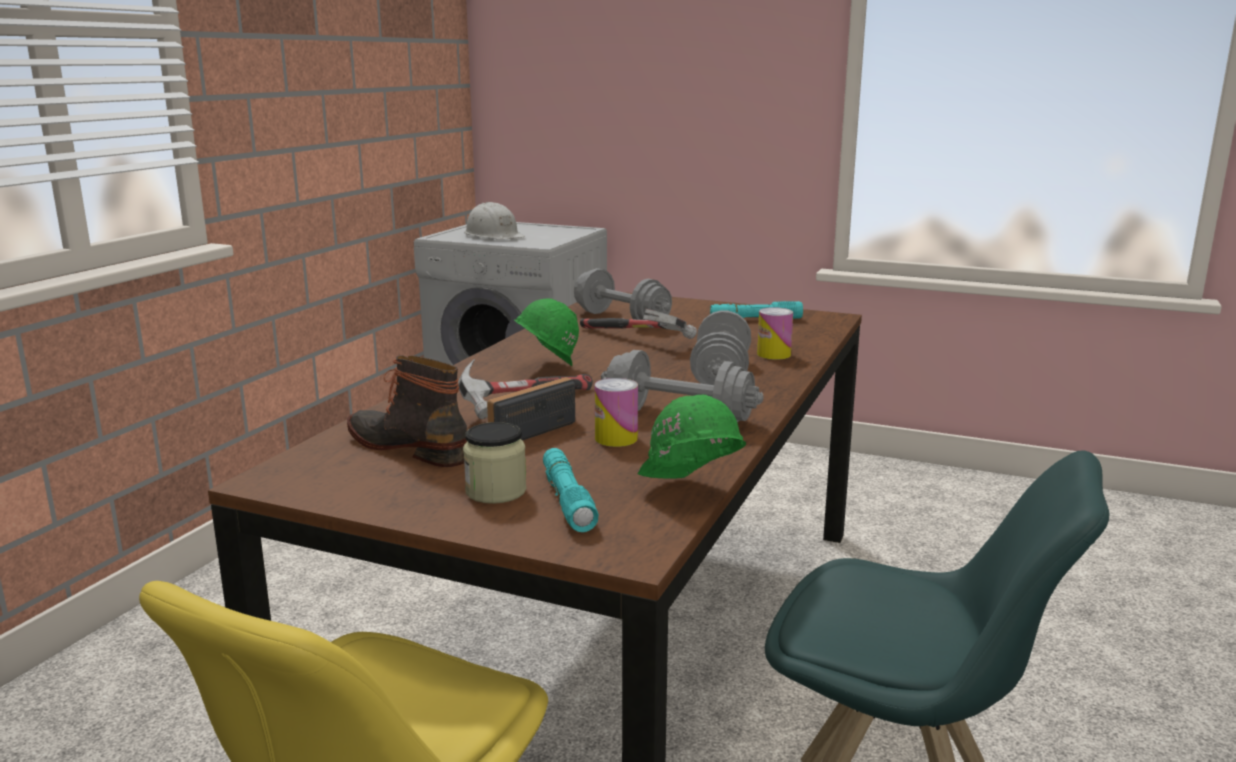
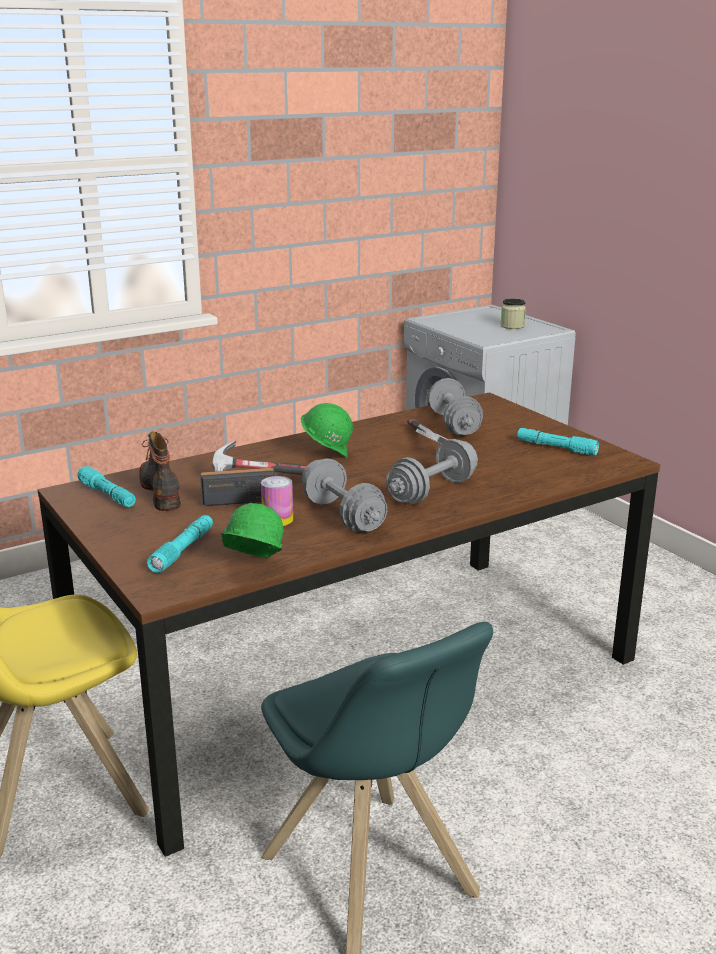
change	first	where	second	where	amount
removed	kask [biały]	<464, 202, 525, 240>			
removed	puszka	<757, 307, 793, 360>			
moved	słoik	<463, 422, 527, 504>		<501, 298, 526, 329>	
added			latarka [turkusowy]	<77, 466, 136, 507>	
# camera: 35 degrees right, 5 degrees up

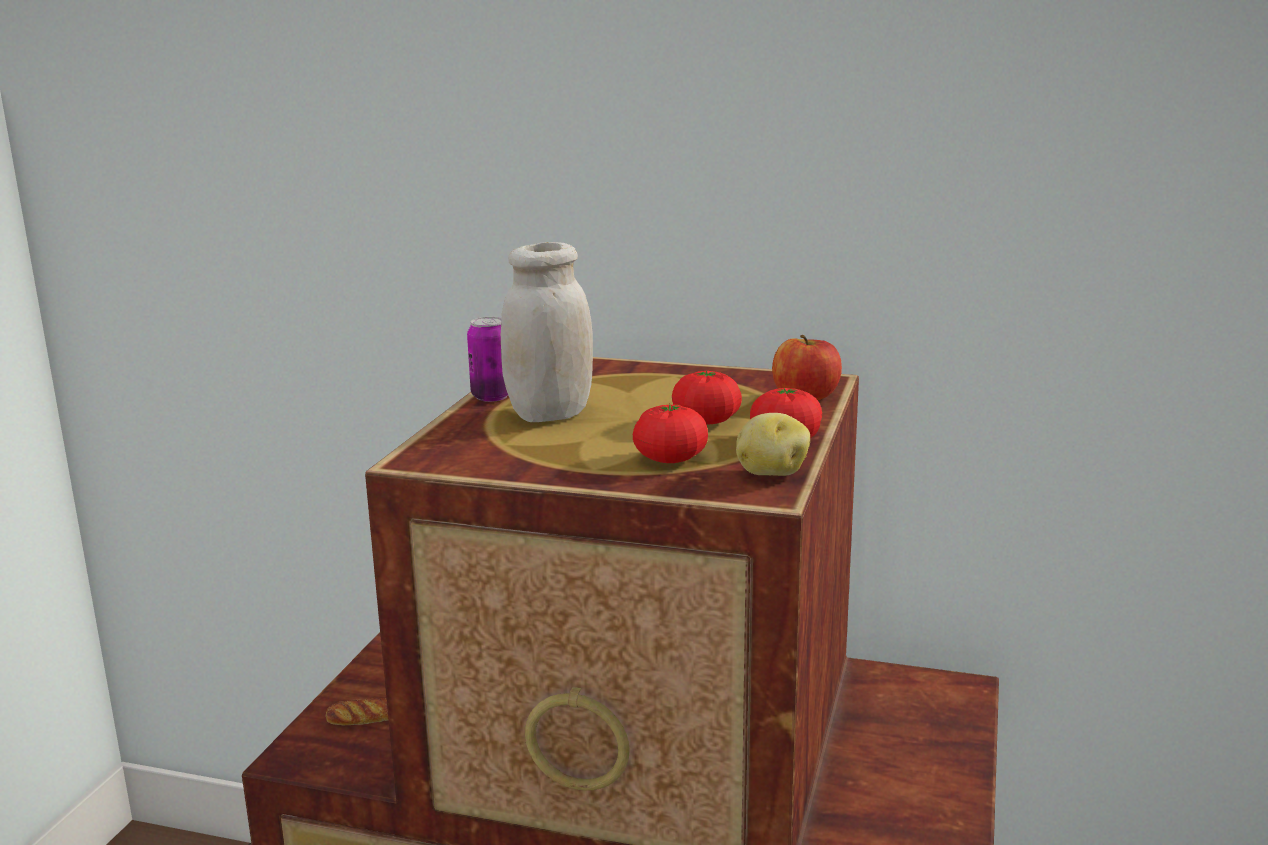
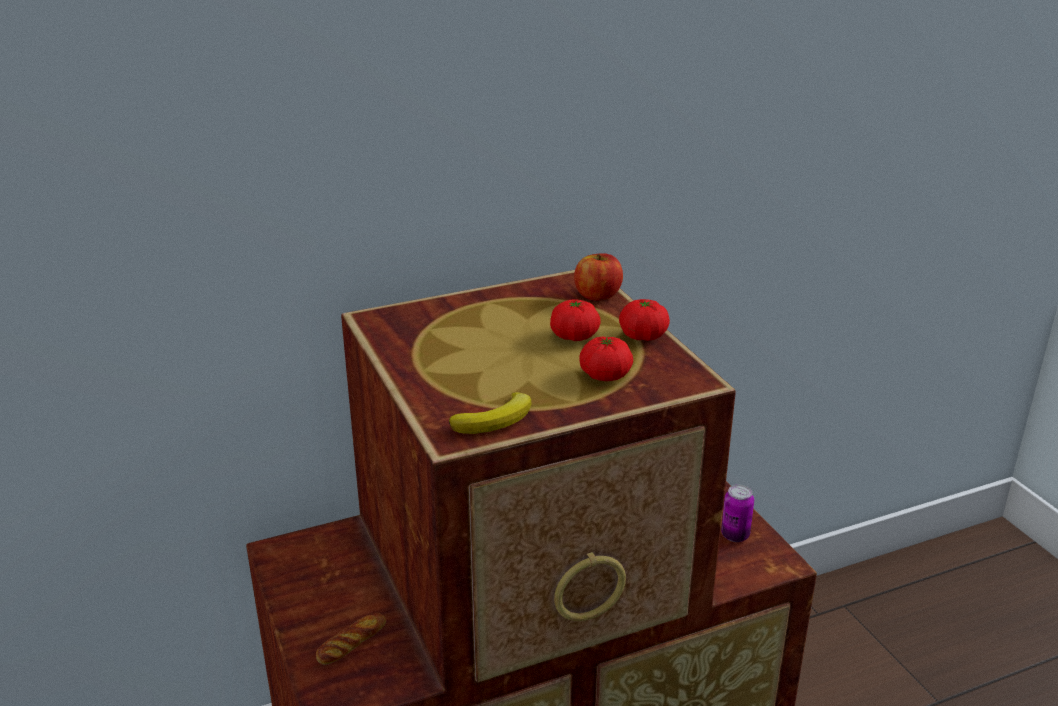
change	first	where	second	where	amount
removed	słoik [biały]	<501, 242, 593, 422>			
moved	puszka	<467, 317, 508, 402>		<721, 485, 754, 542>	
removed	ziemniak	<736, 413, 810, 476>			
added			banan	<449, 392, 532, 434>	
# camera: 40 degrees left, 10 degrees up

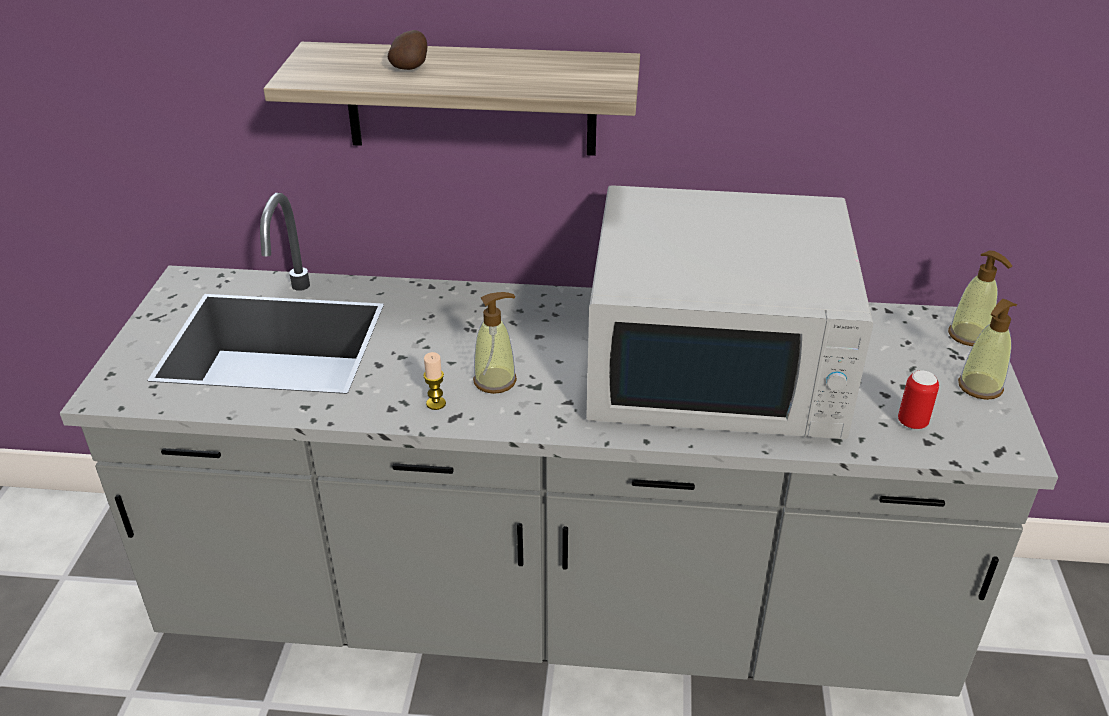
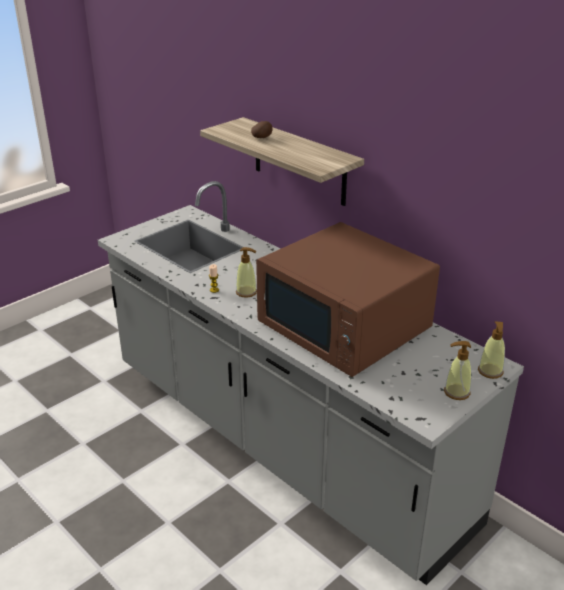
change	first	where	second	where	amount
recoloured	mikrofalówka [biały]	<586, 185, 873, 439>	mikrofalówka [brązowy]	<256, 222, 440, 377>	
removed	puszka	<898, 370, 939, 429>			
# camera: 40 degrees right, 5 degrees down

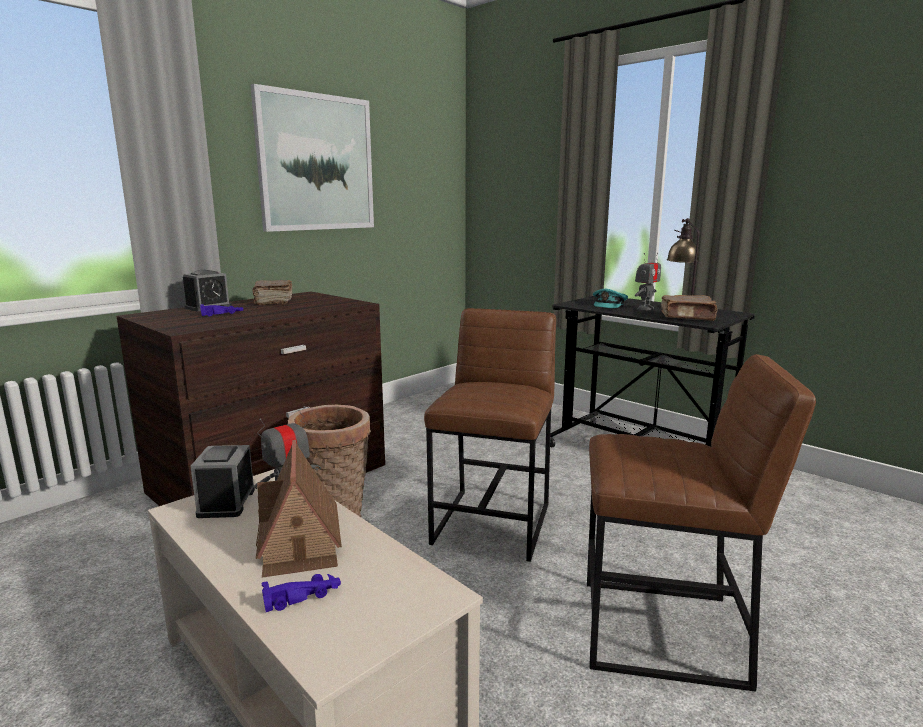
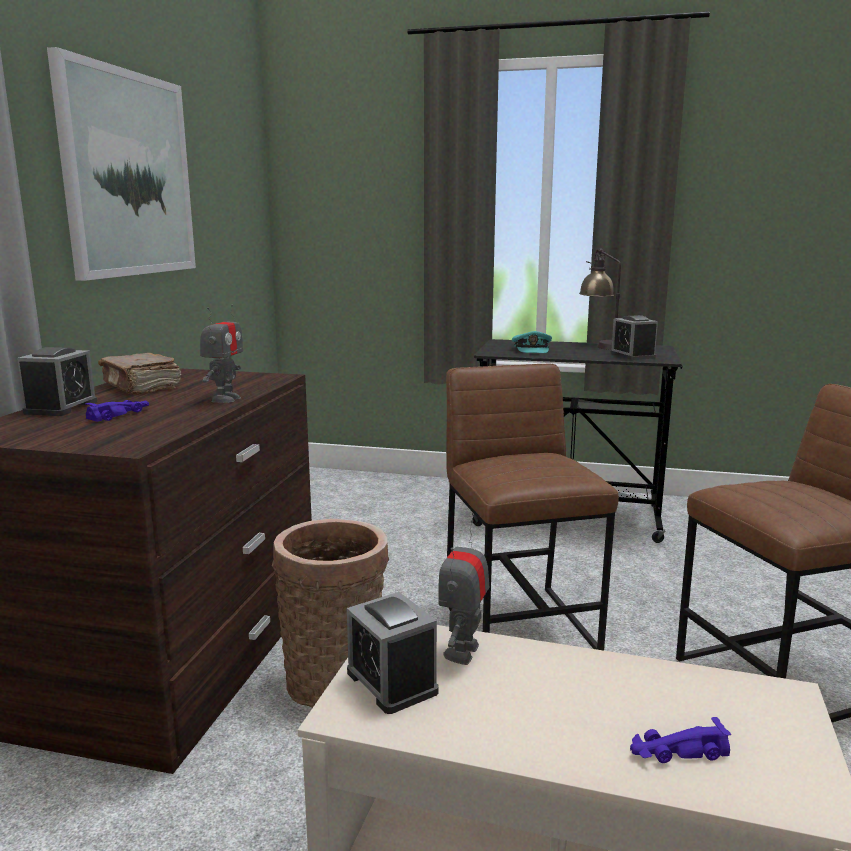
change	first	where	second	where	amount
moved	robot zabawkowy	<635, 253, 661, 310>		<200, 305, 243, 403>	
replaced	książka [brązowy]	<661, 295, 718, 321>	budzik	<610, 315, 658, 360>	
removed	domek	<256, 440, 342, 577>			
turned	samochodzik [fioletowy]	<261, 574, 341, 612>		<630, 717, 731, 763>	135 degrees counterclockwise
# camera: 30 degrees left, 0 degrees up

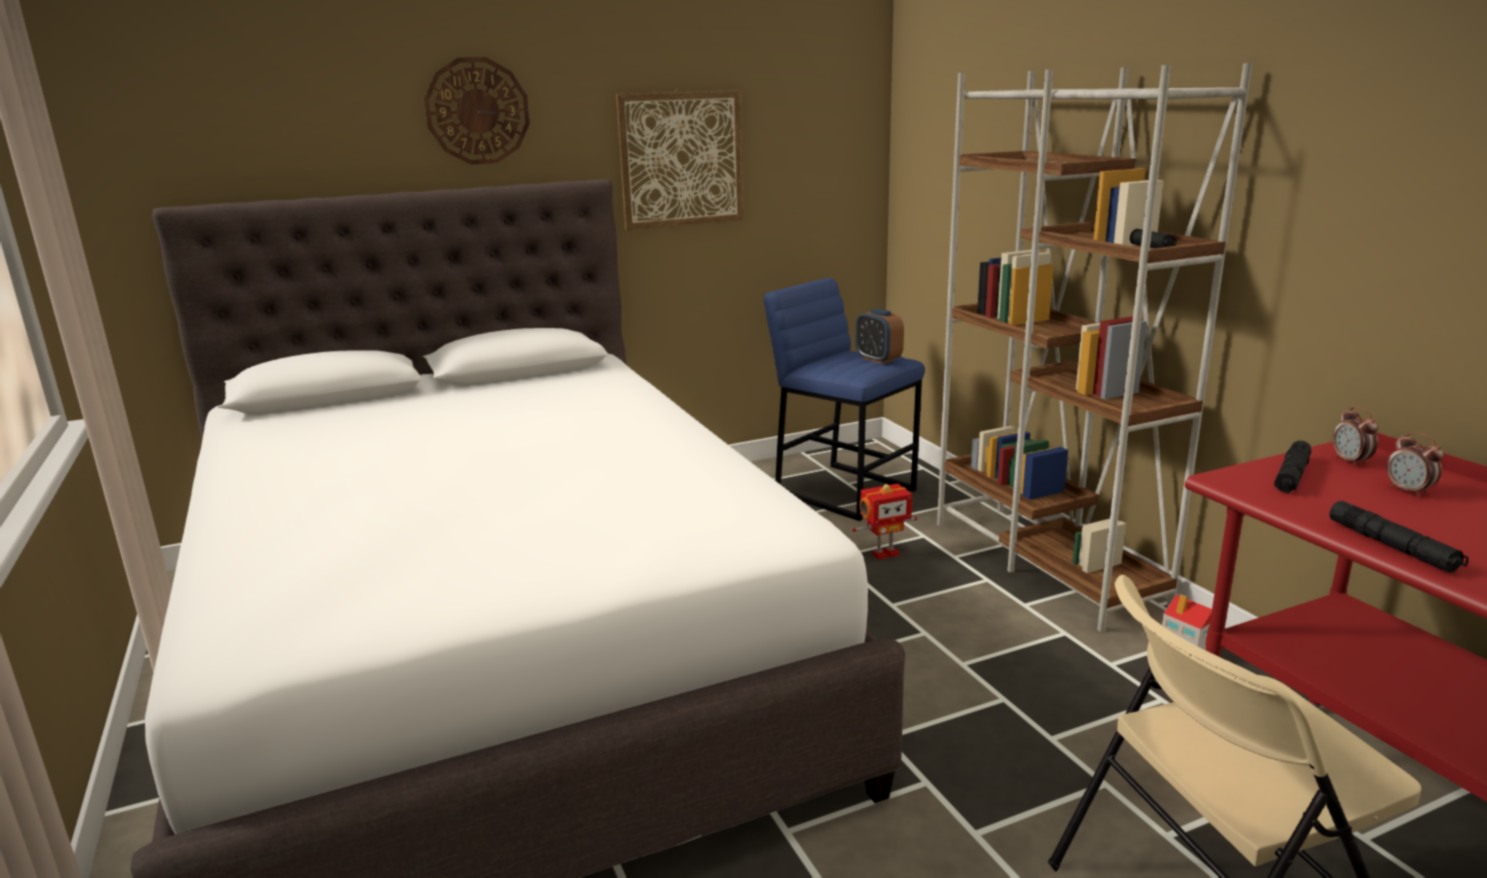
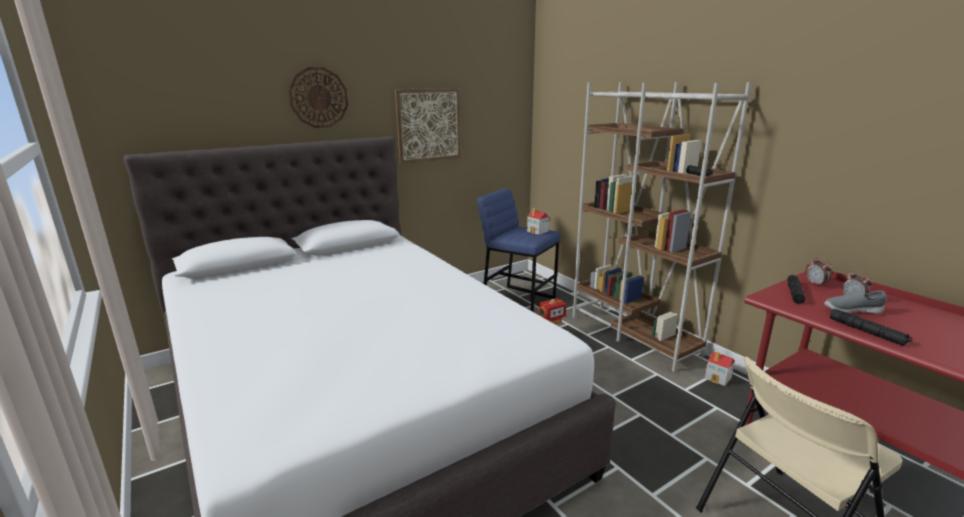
change	first	where	second	where	amount
replaced	budzik	<855, 308, 904, 364>	domek	<527, 208, 549, 235>	
added			but [szary]	<824, 290, 887, 314>	
# camera: 10 degrees left, 0 degrees up

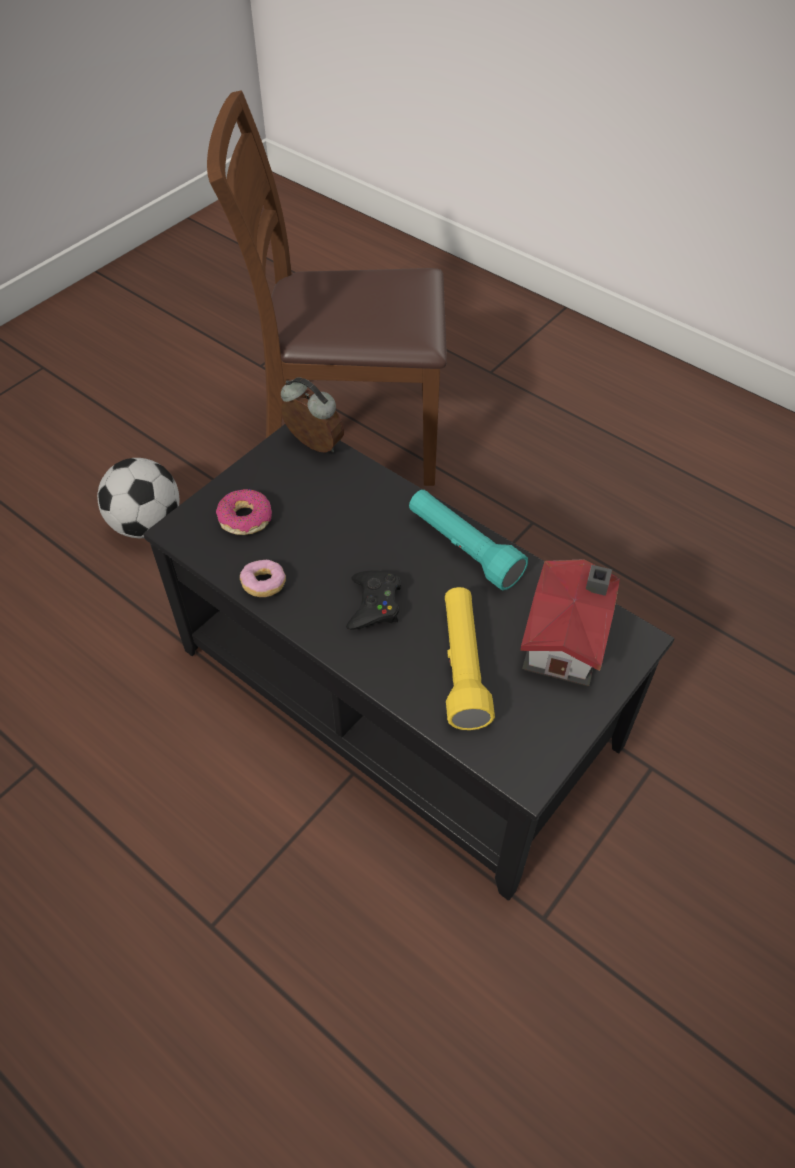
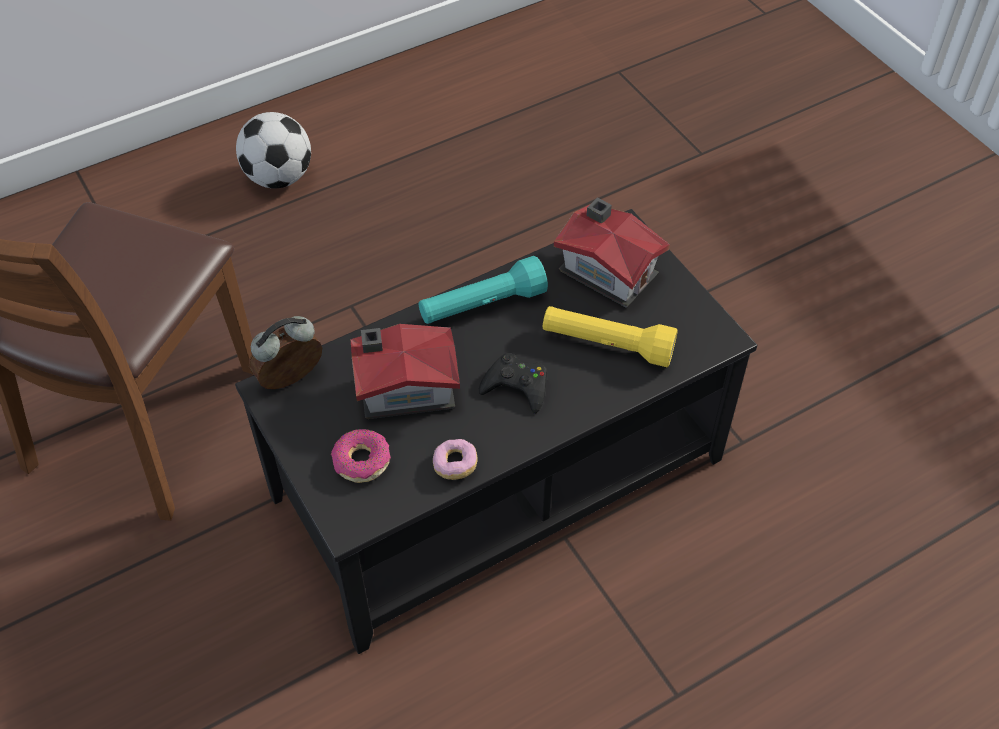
change	first	where	second	where	amount
moved	piłka futbolowa	<97, 458, 179, 538>		<236, 112, 311, 188>	
added			domek	<351, 324, 460, 419>	
# camera: 70 degrees left, 0 degrees up

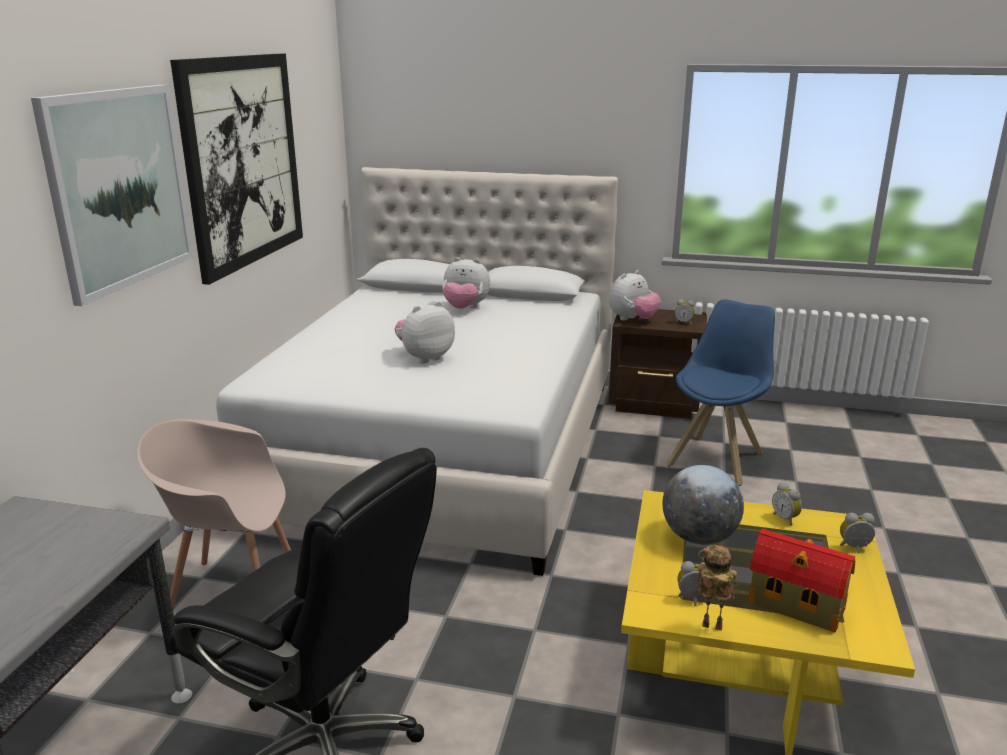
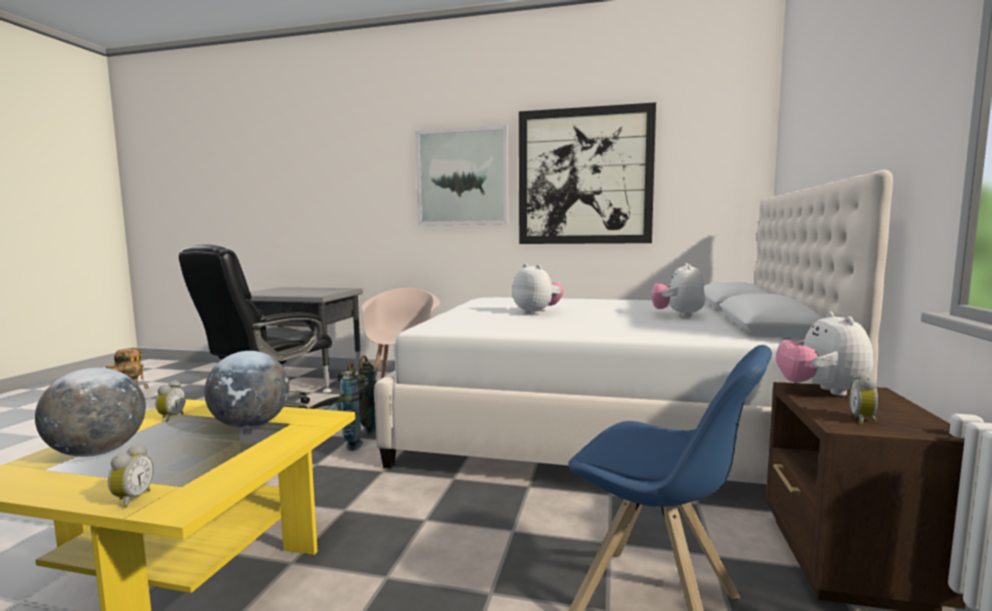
change	first	where	second	where	amount
turned	pluszak	<609, 270, 661, 321>		<776, 312, 873, 396>	45 degrees clockwise
removed	budzik	<772, 482, 802, 526>			
replaced	domek	<748, 529, 855, 632>	globus	<35, 368, 146, 457>	
added			plecak [szary]	<308, 355, 377, 451>	
# camera: 90 degrees right, 15 degrees down

